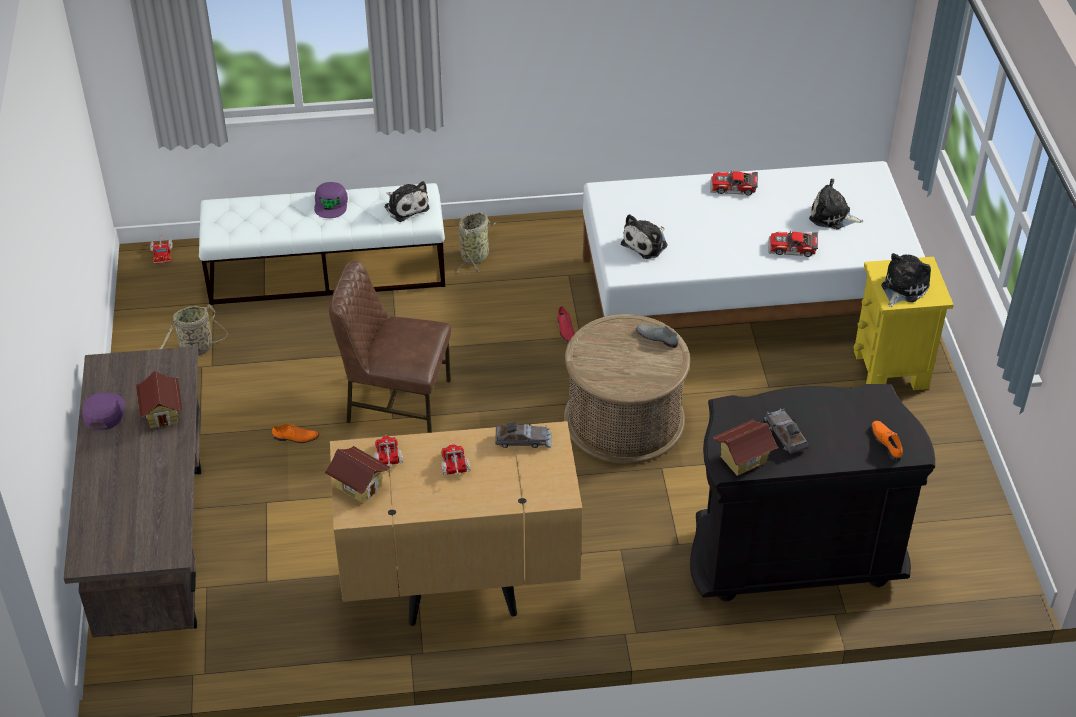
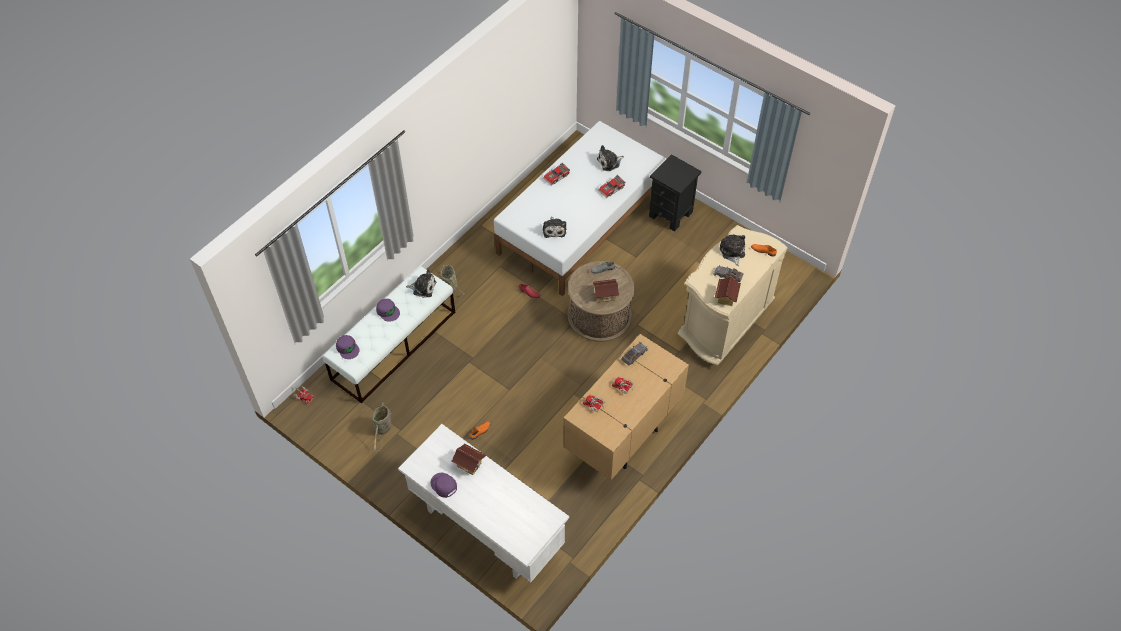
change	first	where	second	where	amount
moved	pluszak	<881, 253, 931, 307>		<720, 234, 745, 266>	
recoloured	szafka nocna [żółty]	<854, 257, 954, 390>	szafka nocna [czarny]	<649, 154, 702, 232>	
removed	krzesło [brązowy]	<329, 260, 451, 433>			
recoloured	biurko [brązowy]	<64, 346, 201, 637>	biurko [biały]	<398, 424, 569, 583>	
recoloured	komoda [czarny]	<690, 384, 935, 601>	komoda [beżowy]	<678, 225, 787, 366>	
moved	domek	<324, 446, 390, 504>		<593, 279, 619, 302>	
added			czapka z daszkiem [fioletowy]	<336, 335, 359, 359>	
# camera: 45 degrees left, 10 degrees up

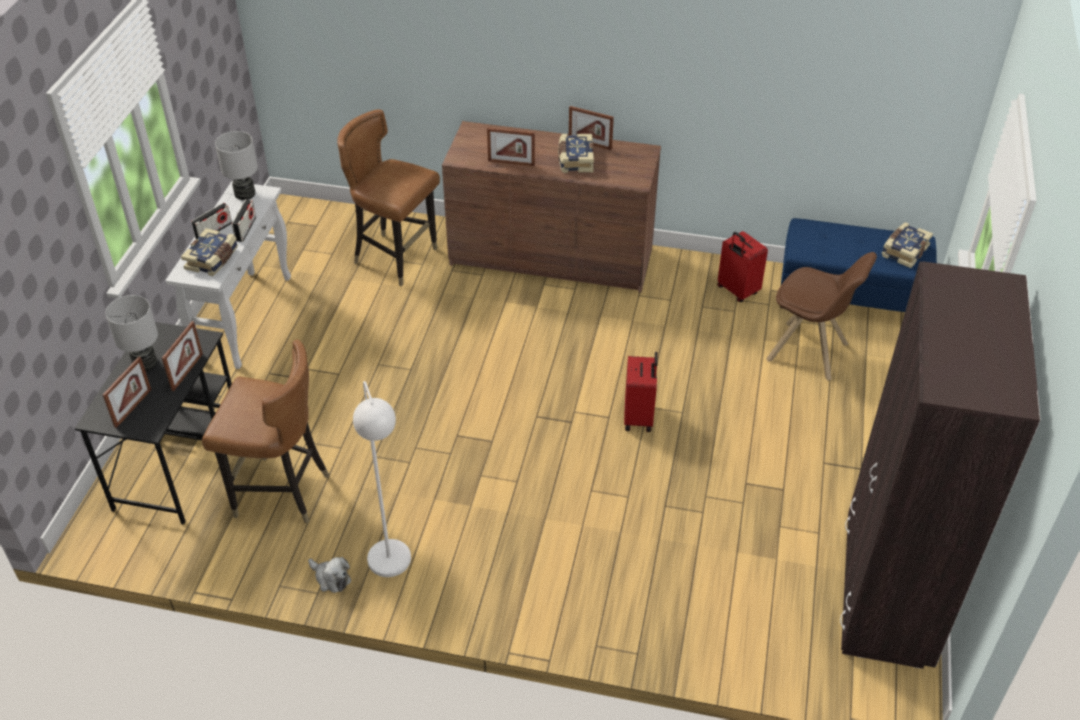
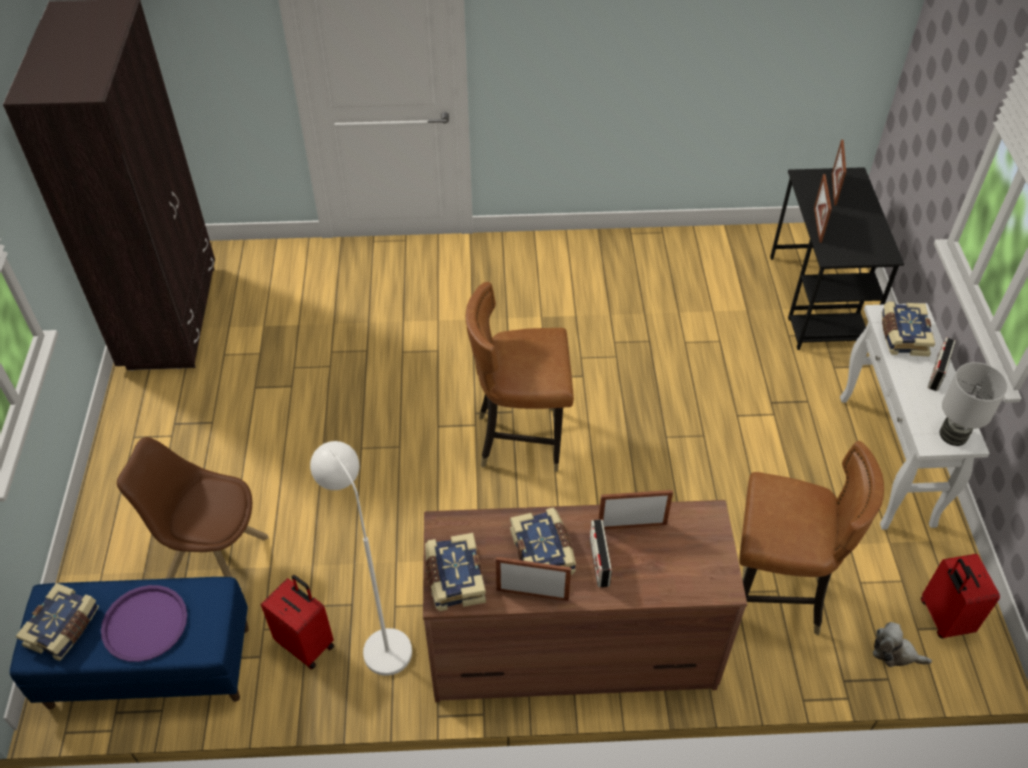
change	first	where	second	where	amount
moved	radio	<232, 199, 256, 242>		<590, 519, 612, 587>	
removed	lampa stołowa [szary]	<105, 295, 158, 371>			
moved	krzesło [brązowy]	<202, 339, 329, 524>		<466, 282, 574, 472>	
moved	walizka [czerwony]	<624, 352, 658, 432>		<921, 554, 1000, 638>	
moved	lampa stojąca [biały]	<353, 381, 411, 577>		<310, 441, 412, 676>	
moved	pluszak	<308, 557, 351, 593>		<873, 622, 932, 667>	
added			książka	<425, 533, 486, 611>	
added			taca [fioletowy]	<101, 585, 187, 662>	
# camera: 165 degrees right, 5 degrees up

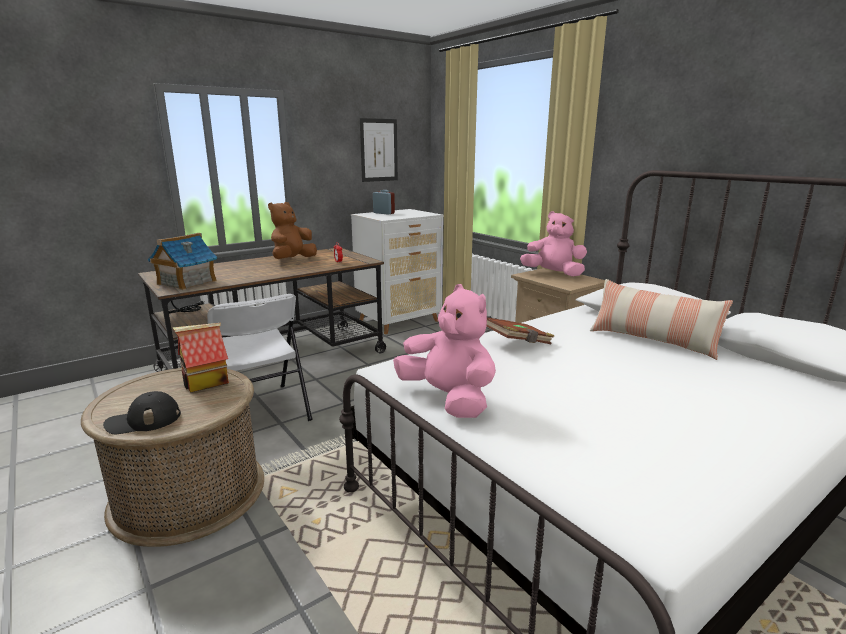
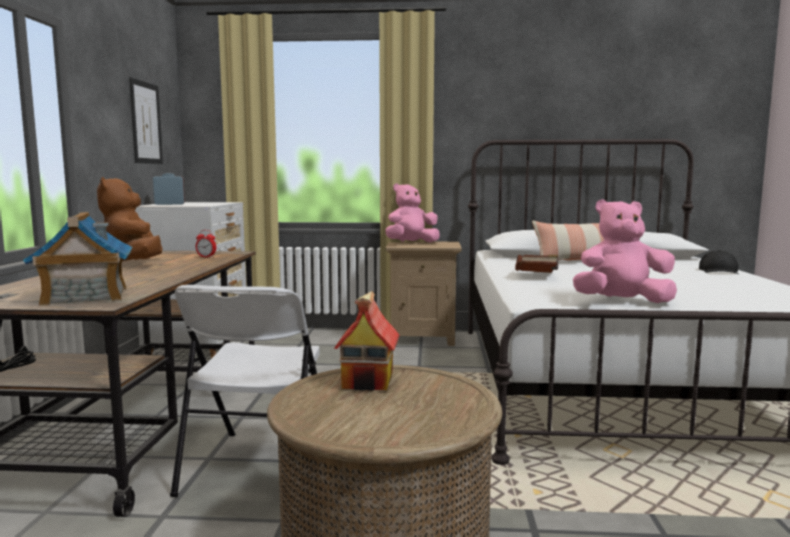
change	first	where	second	where	amount
turned	krzesło [biały]	<207, 294, 313, 421>		<170, 285, 320, 497>	90 degrees clockwise
moved	czapka z daszkiem [czarny]	<103, 391, 181, 434>		<699, 250, 739, 274>	
# camera: 50 degrees left, 10 degrees down

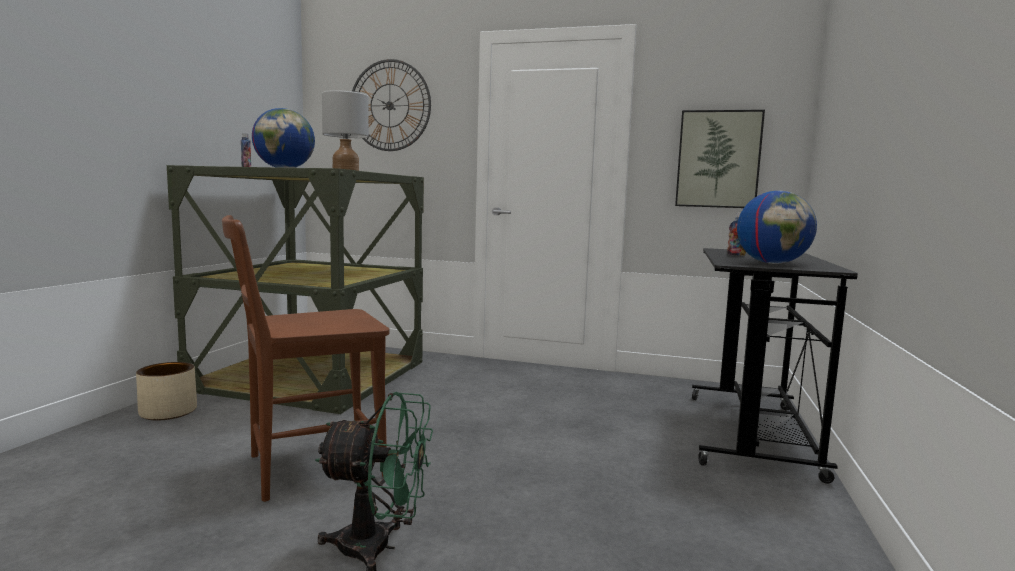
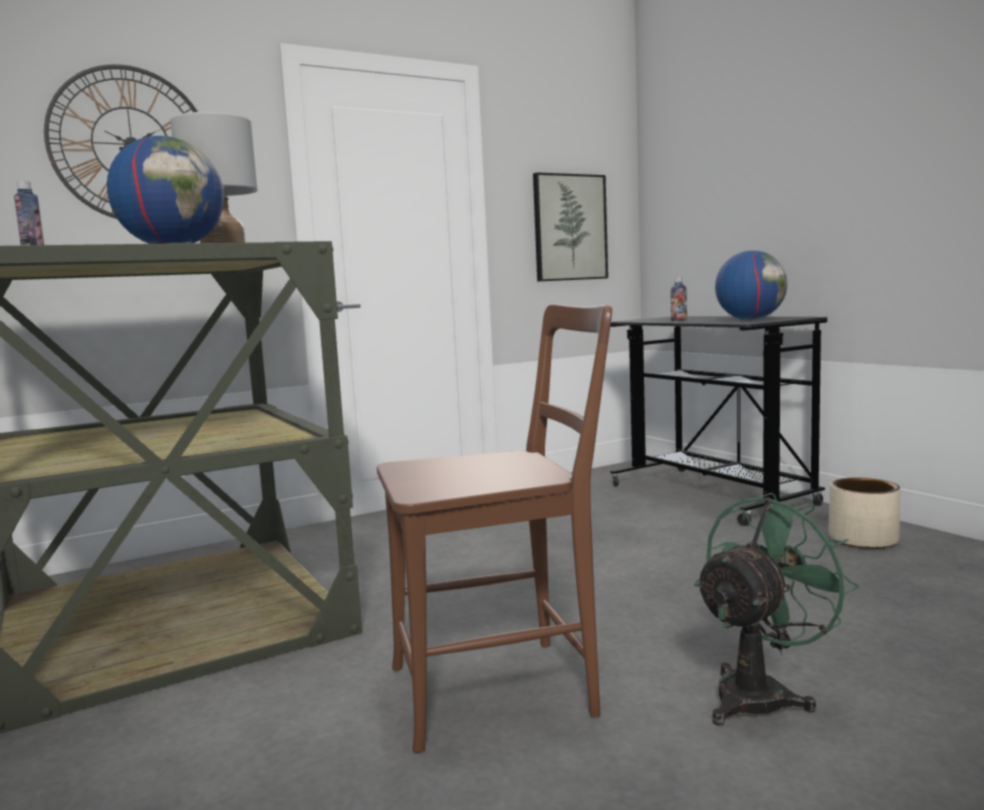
change	first	where	second	where	amount
turned	krzesło [brązowy]	<222, 215, 389, 502>		<377, 304, 612, 753>	120 degrees counterclockwise
moved	donica [beżowy]	<136, 362, 197, 421>		<829, 477, 901, 549>	
# camera: 45 degrees left, 0 degrees up

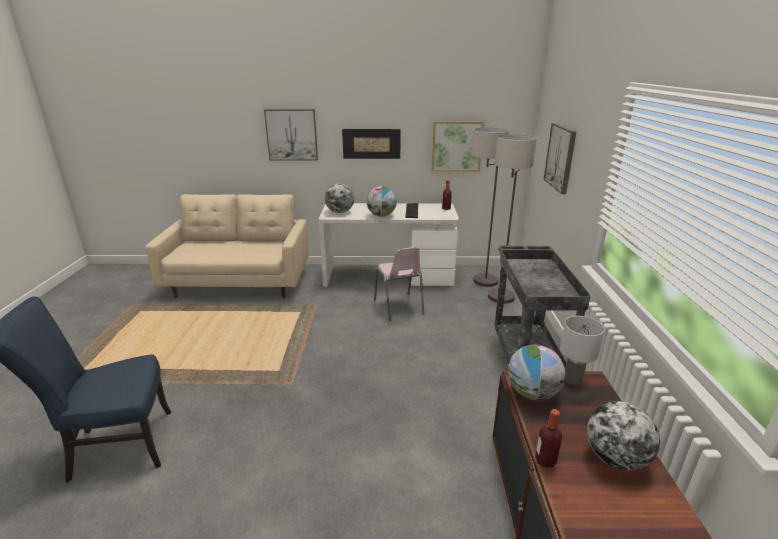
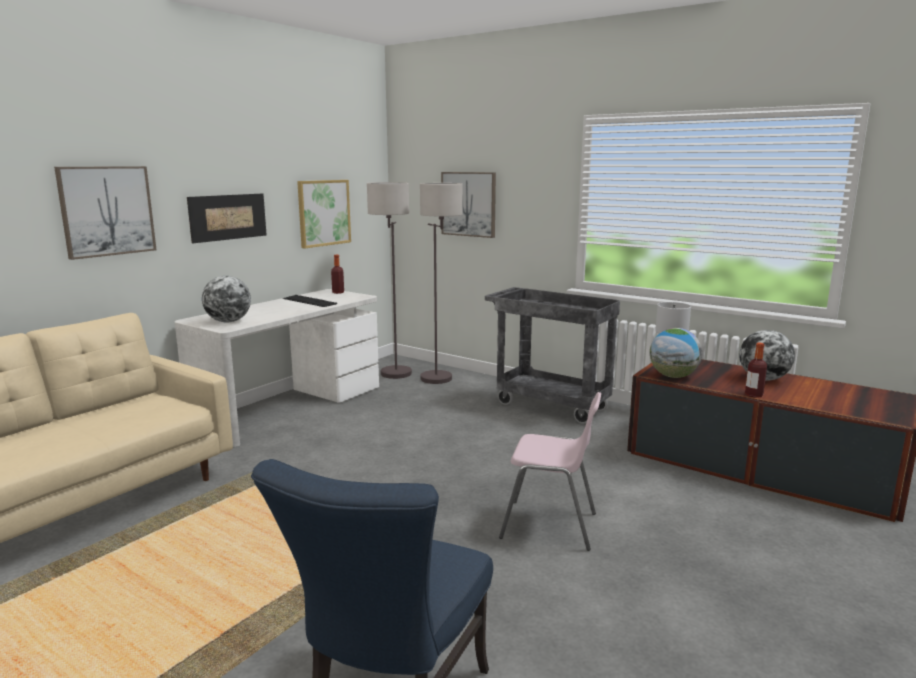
change	first	where	second	where	amount
removed	globus	<367, 186, 397, 217>			
moved	krzesło [różowy]	<374, 247, 425, 321>		<499, 392, 601, 551>	
# camera: 55 degrees left, 10 degrees down

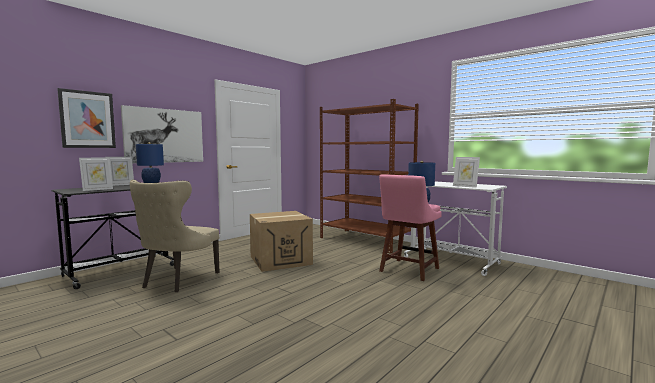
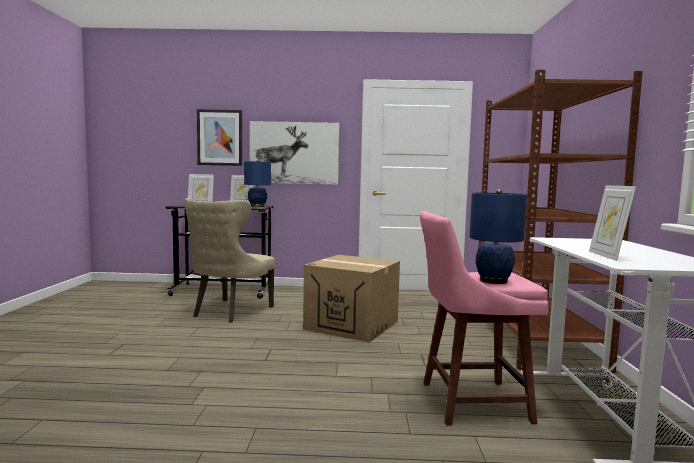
change	first	where	second	where	amount
turned	krzesło [beżowy]	<130, 180, 219, 292>		<185, 198, 275, 323>	45 degrees counterclockwise
# camera: 50 degrees right, 0 degrees up

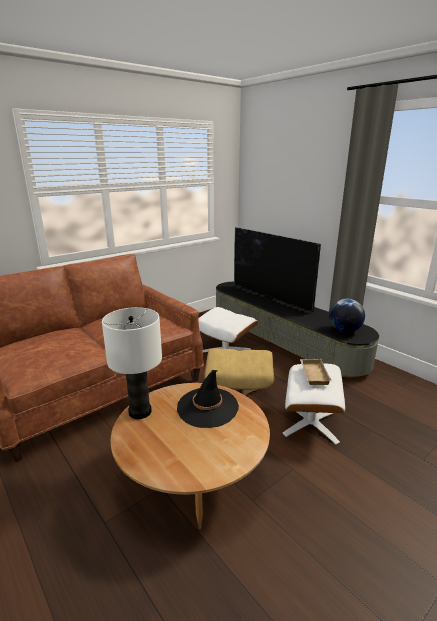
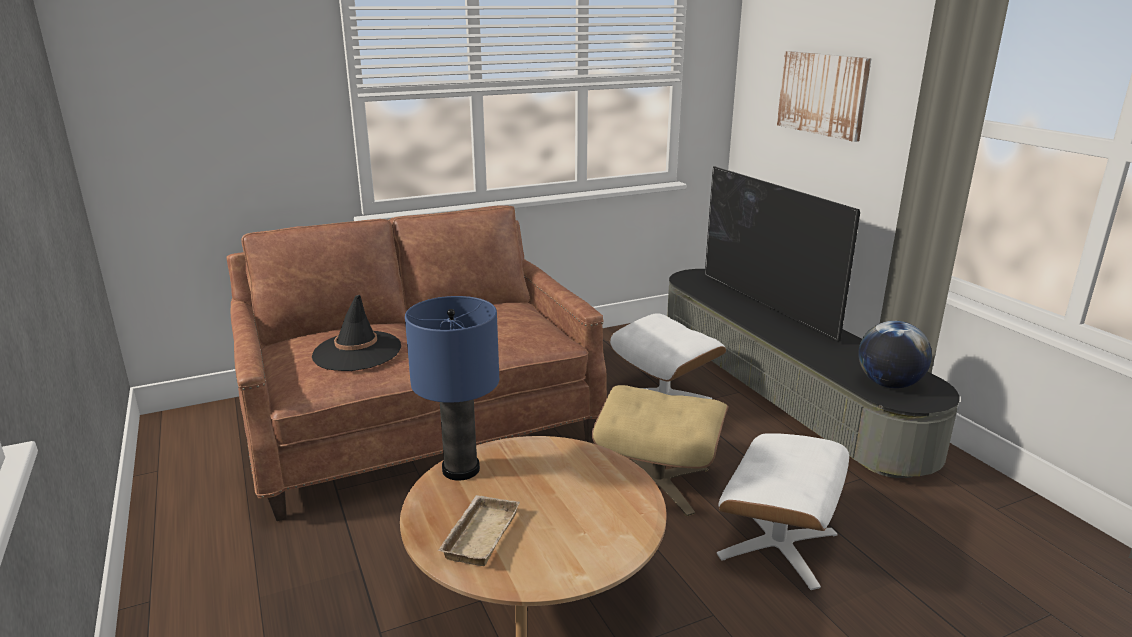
change	first	where	second	where	amount
recoloured	lampa stołowa [biały]	<102, 307, 162, 419>	lampa stołowa [niebieski]	<405, 296, 499, 480>	
moved	taca [beżowy]	<300, 359, 332, 385>		<437, 495, 520, 566>	
moved	kapelusz [czarny]	<177, 370, 239, 428>		<312, 295, 401, 371>	
added			obraz	<777, 51, 872, 142>	
# camera: 15 degrees right, 0 degrees up

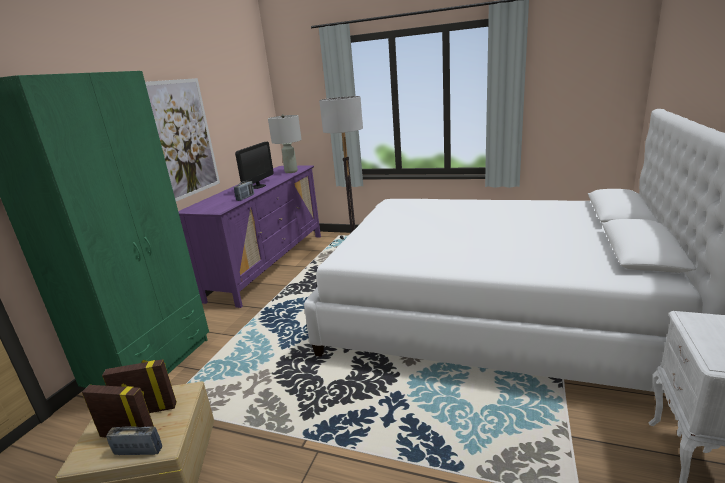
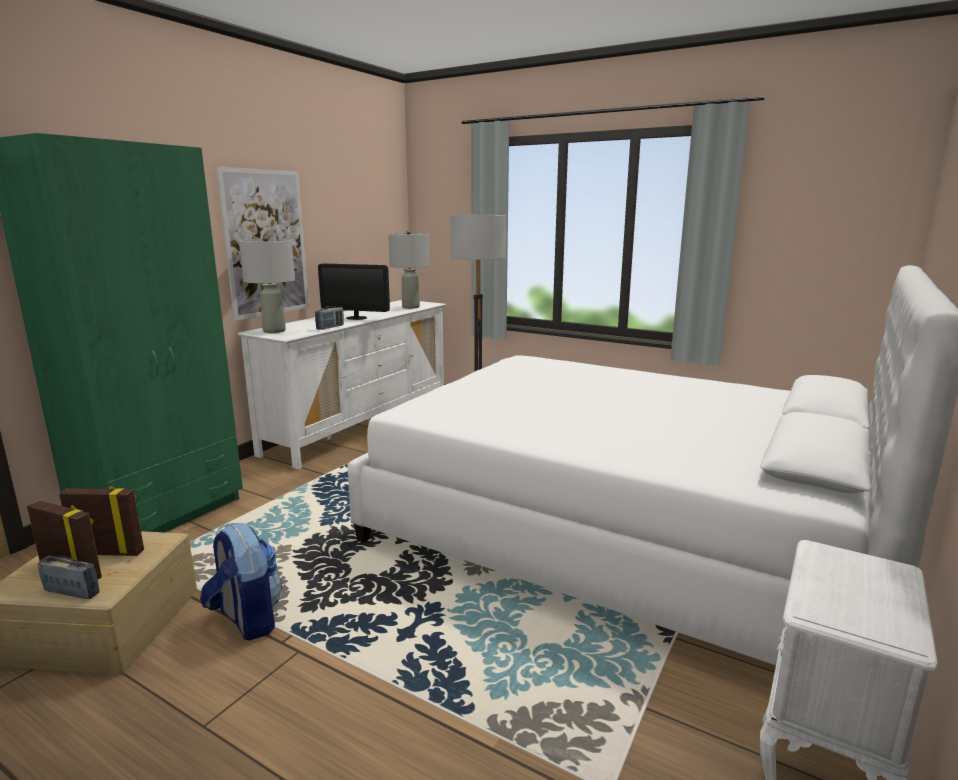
change	first	where	second	where	amount
turned	monitor	<235, 142, 274, 189>		<318, 264, 390, 320>	75 degrees clockwise
recoloured	komoda [fioletowy]	<178, 165, 321, 308>	komoda [biały]	<238, 300, 446, 470>	
added			lampa stołowa [szary]	<239, 236, 295, 333>	
added			plecak	<200, 523, 282, 640>	
# camera: 10 degrees right, 5 degrees down

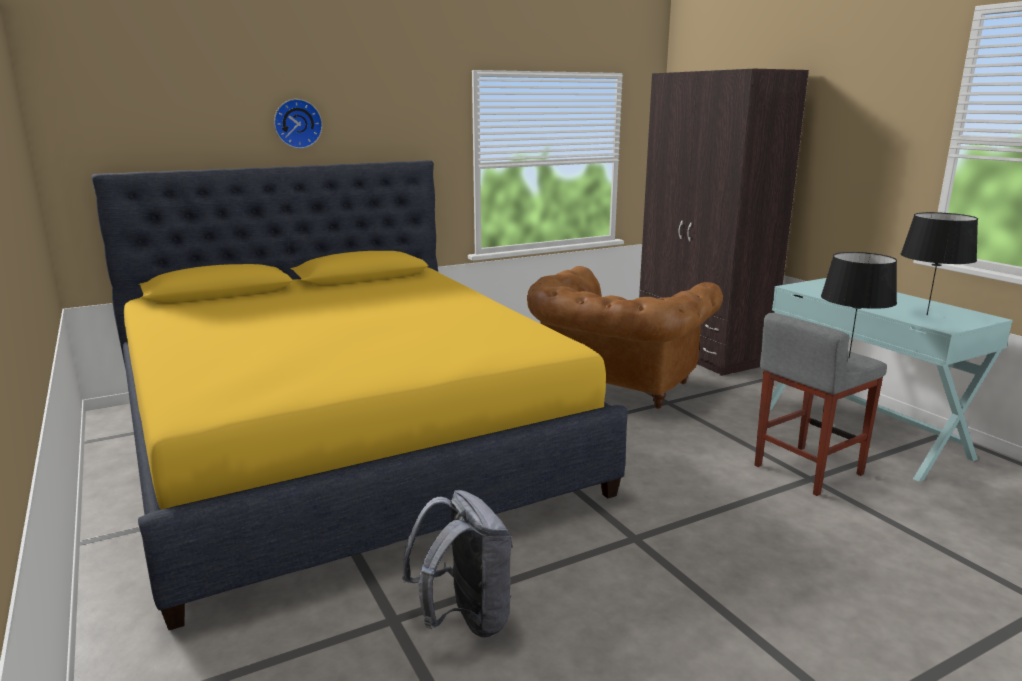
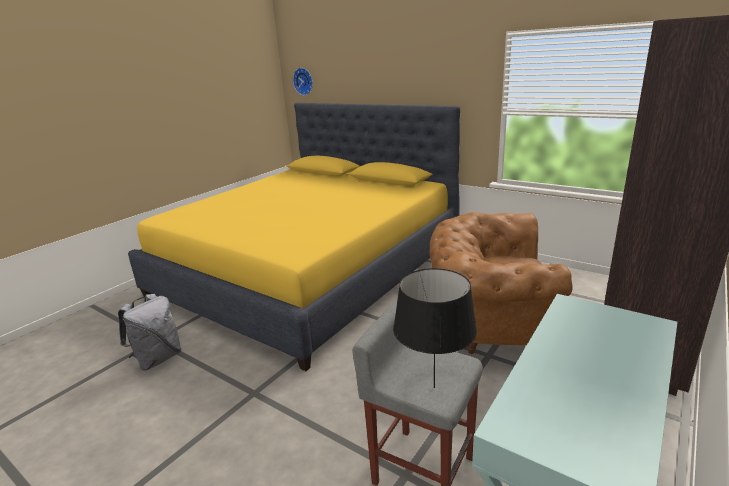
change	first	where	second	where	amount
moved	zegar ścienny	<274, 99, 322, 148>		<293, 68, 313, 96>	
removed	lampa stołowa [czarny]	<901, 212, 978, 315>			
# camera: 65 degrees right, 5 degrees up

